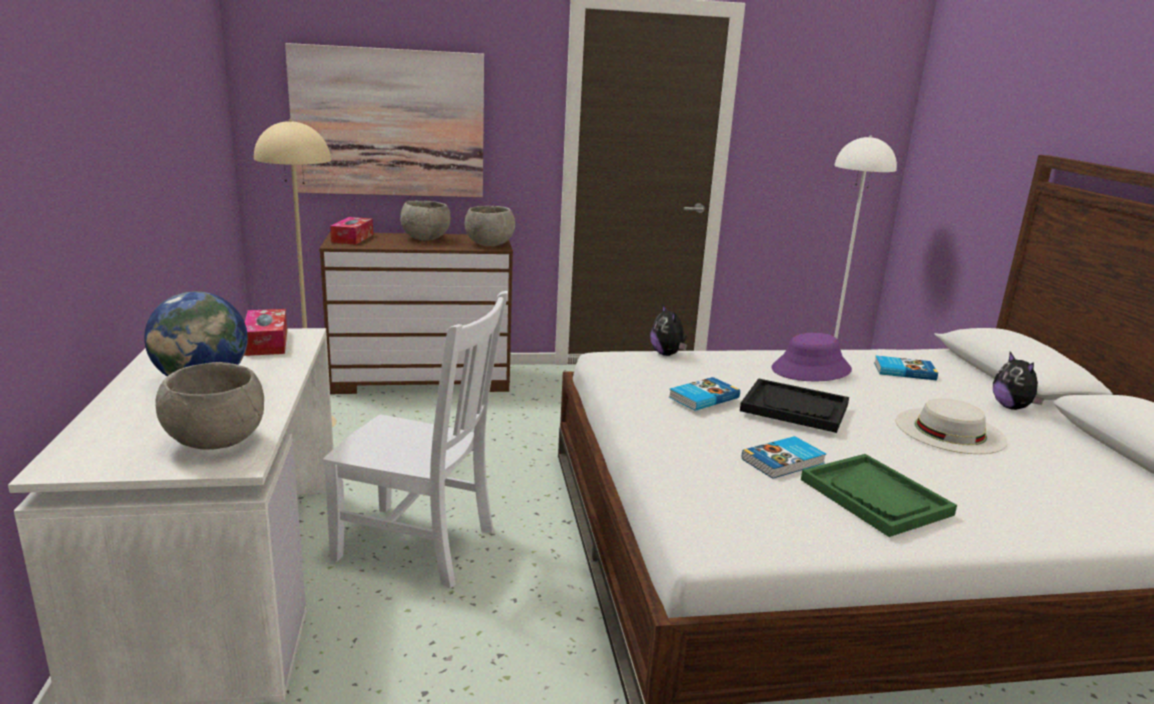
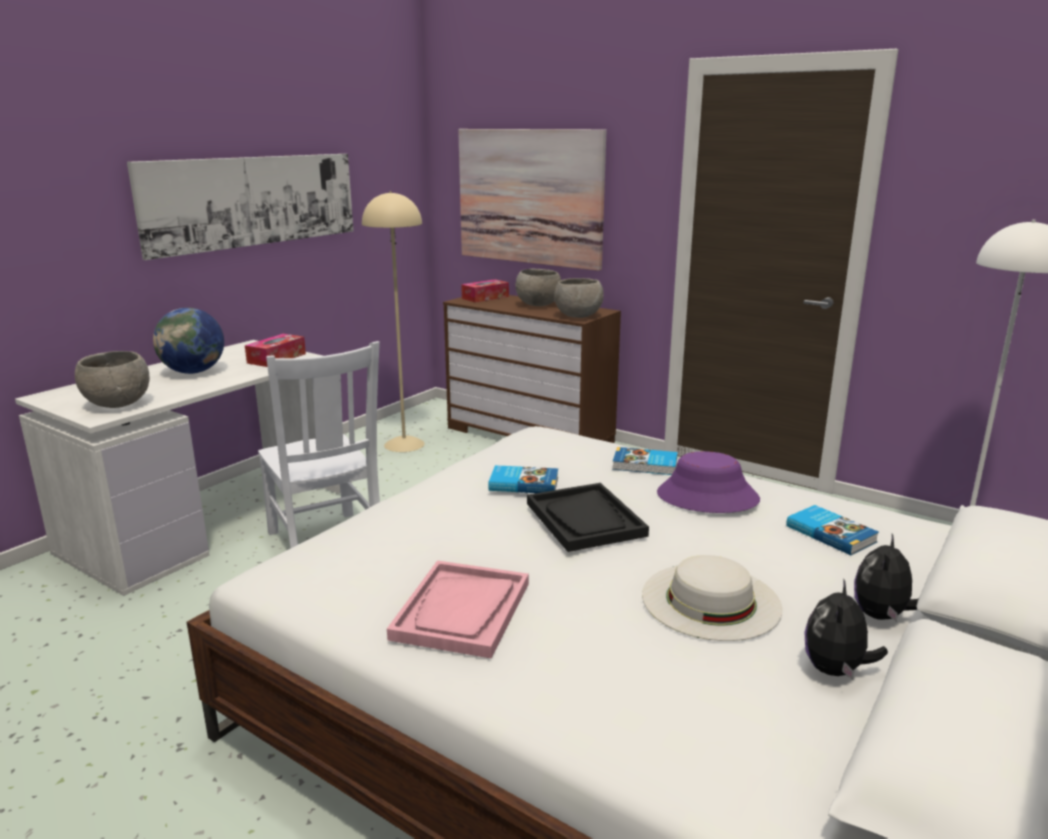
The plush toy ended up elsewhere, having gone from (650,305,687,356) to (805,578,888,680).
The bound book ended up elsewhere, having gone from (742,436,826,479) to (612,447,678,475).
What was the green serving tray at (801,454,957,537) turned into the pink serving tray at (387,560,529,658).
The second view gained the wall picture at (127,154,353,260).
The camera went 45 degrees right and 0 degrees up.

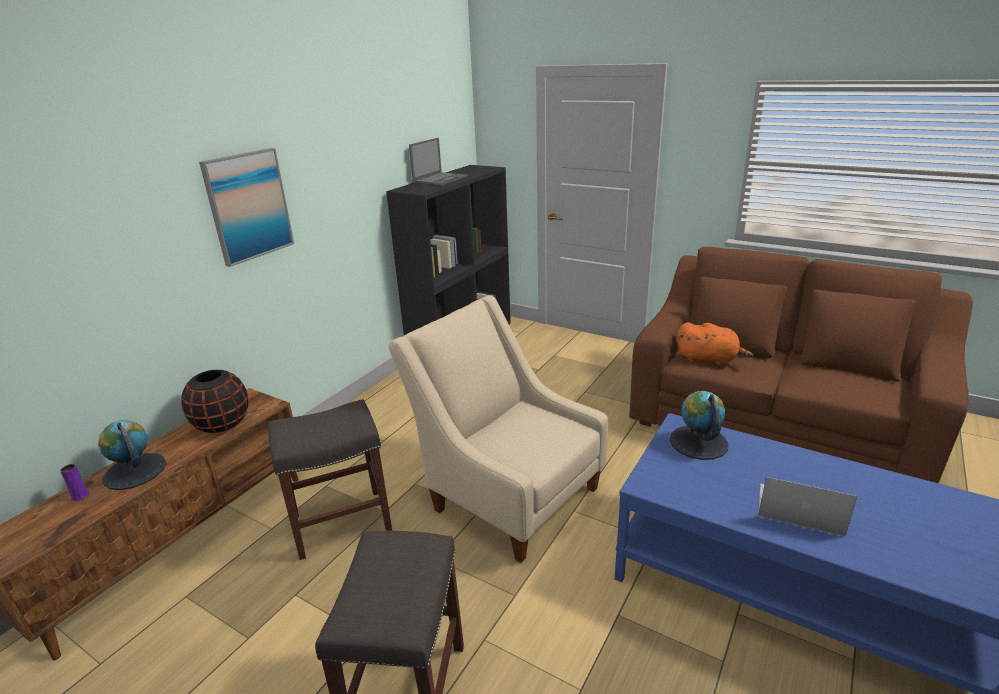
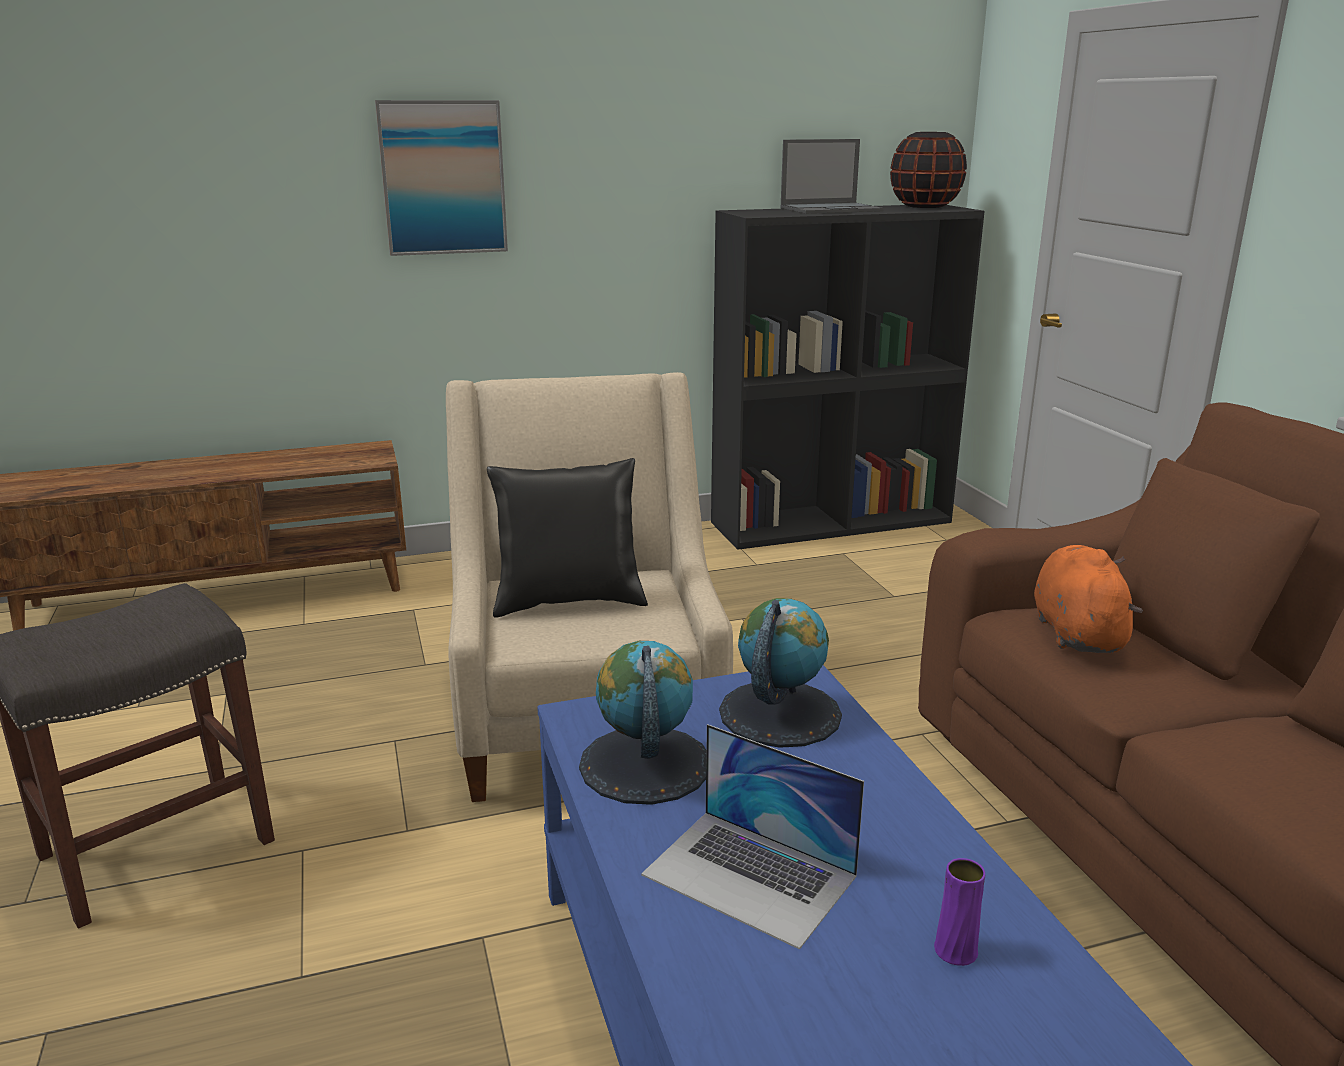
The purple-coloured vase ended up elsewhere, having gone from (60,464,89,501) to (934,858,985,966).
The globe ended up elsewhere, having gone from (98,420,166,490) to (579,641,707,805).
The black vase ended up elsewhere, having gone from (181,370,248,433) to (890,132,967,208).
The second view lost the greyish sitting stool at (268,399,392,560).
The orange plush toy at (677,322,753,366) ended up facing another way, 150 degrees counterclockwise from before.
The notebook computer at (758,477,857,536) ended up facing another way, 150 degrees clockwise from before.
The second view gained the black pillow at (487,458,648,617).
The camera went 40 degrees right and 5 degrees down.

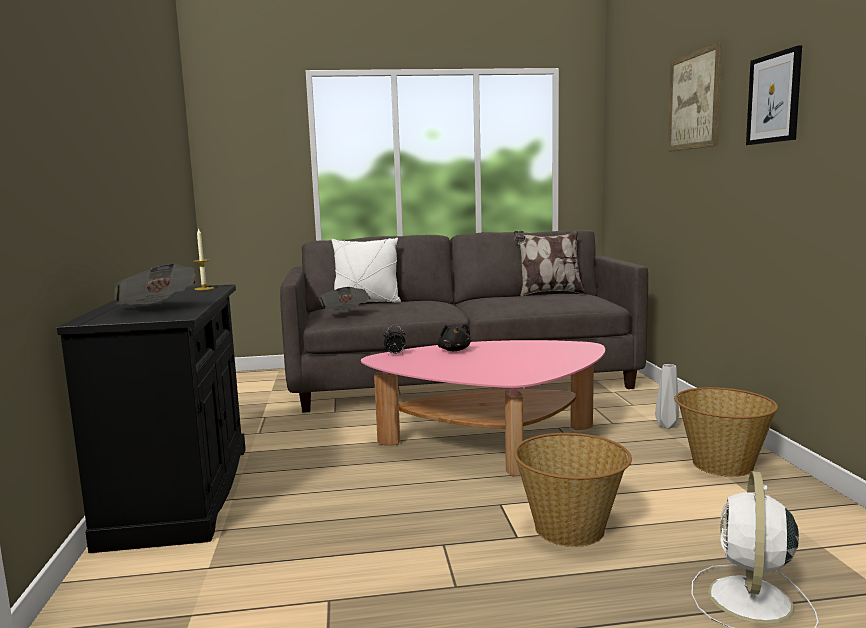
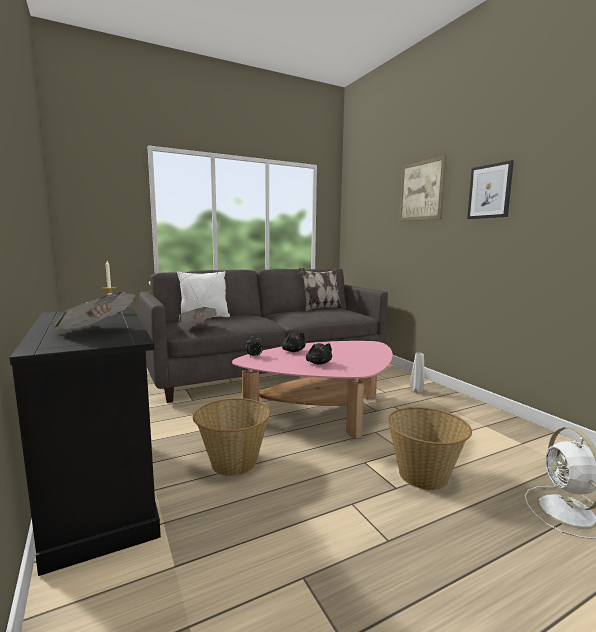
The storage basket ended up elsewhere, having gone from (674,387,778,477) to (193,398,271,476).
The second view gained the black plush toy at (306,343,332,365).
The camera went 20 degrees left and 0 degrees up.

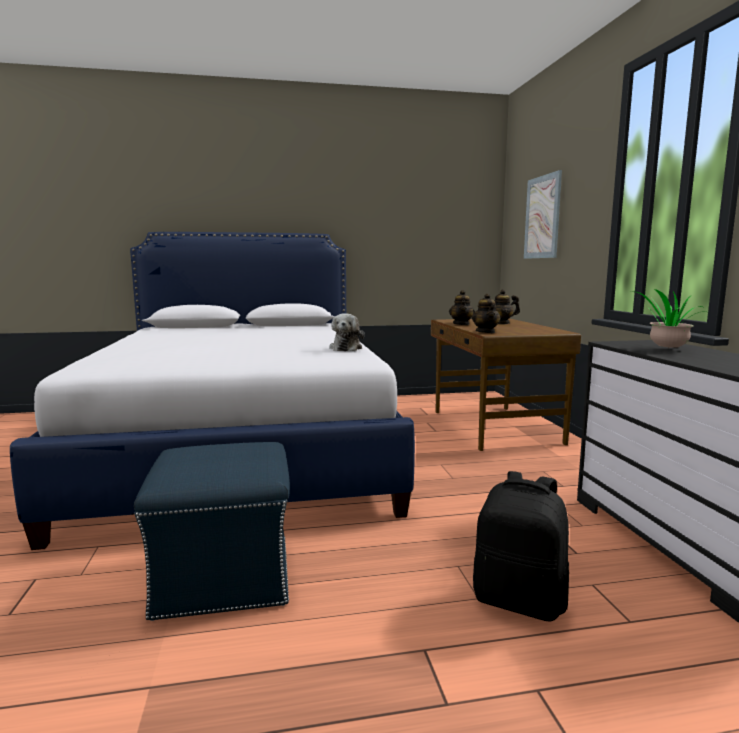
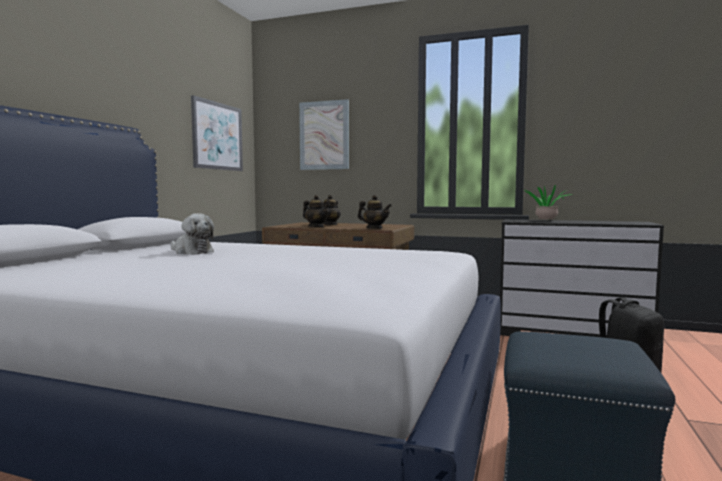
The plush toy ended up elsewhere, having gone from (329,313,365,351) to (170,213,214,255).
The second view gained the wall picture at (191,95,243,171).
The camera went 60 degrees left and 5 degrees down.

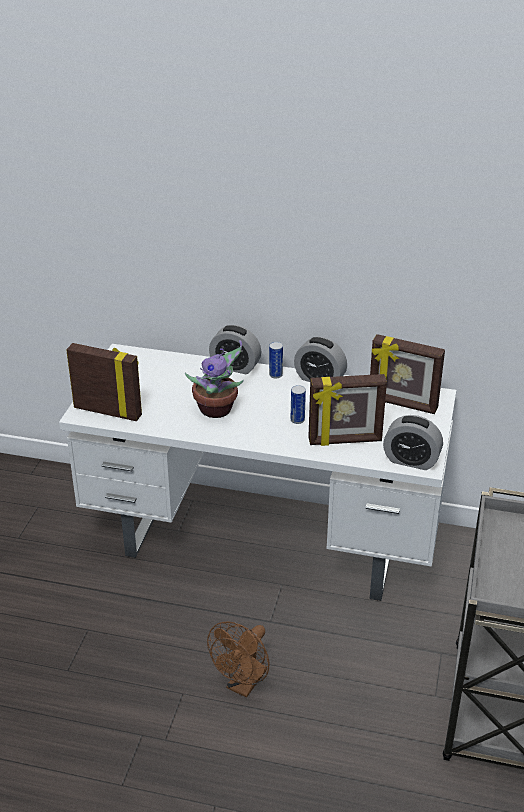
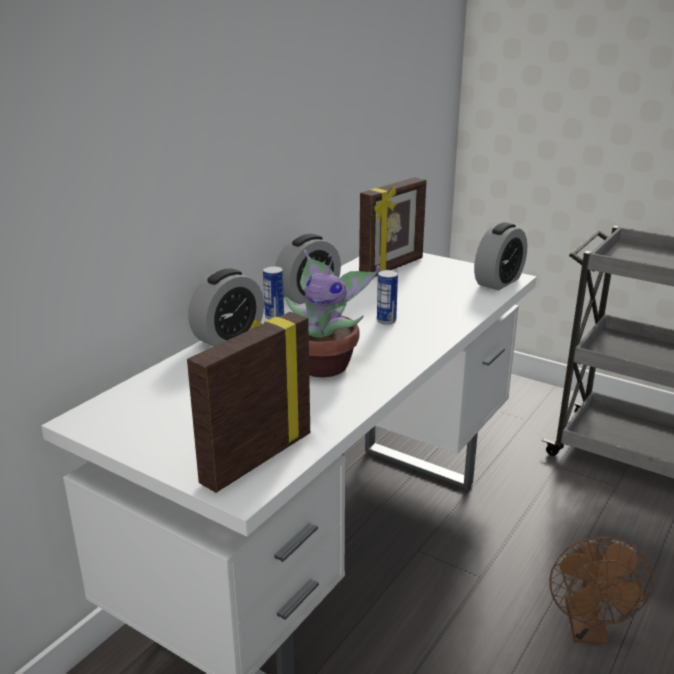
The brown-coloured electric fan at (207,621,269,698) ended up facing another way, 45 degrees clockwise from before.
The second view lost the standing frame at (308,374,387,446).
The camera went 70 degrees left and 10 degrees down.

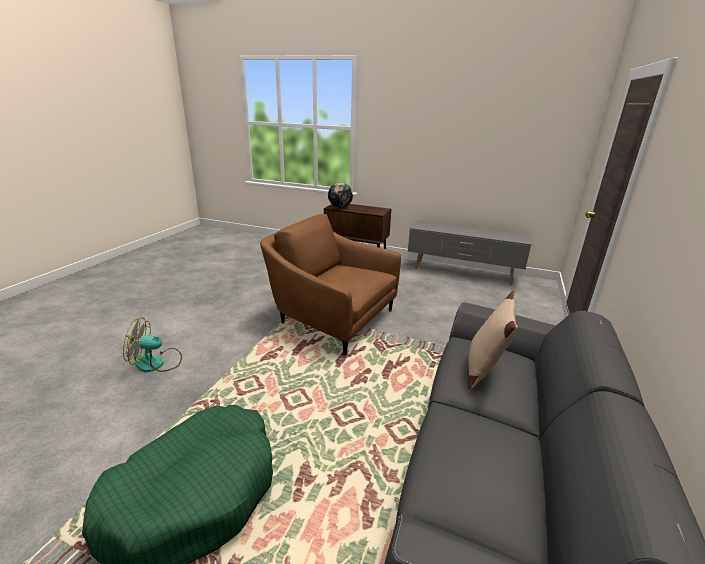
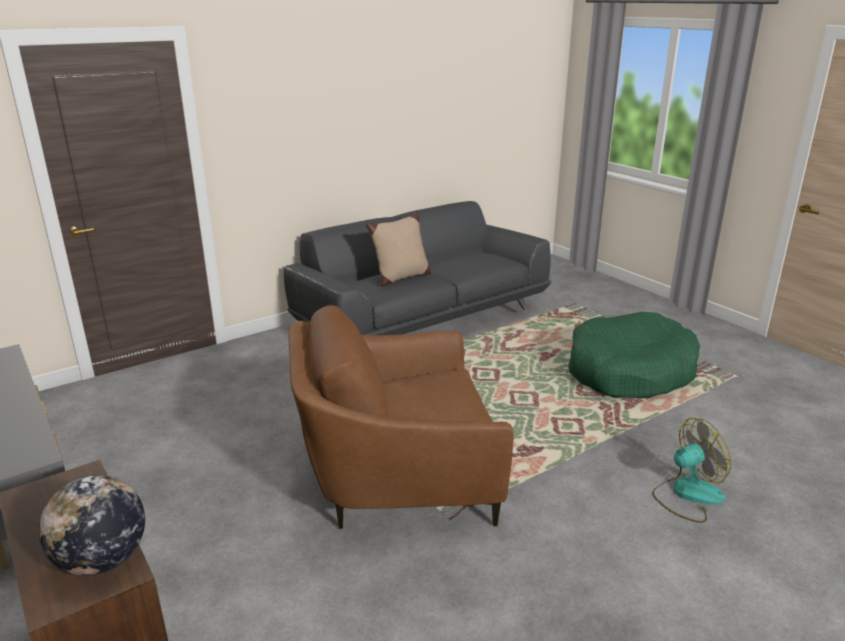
The electric fan at (123,317,182,373) ended up facing another way, 45 degrees counterclockwise from before.
The brown-coloured lounge chair at (260,214,401,356) ended up facing another way, 105 degrees clockwise from before.
The camera went 145 degrees left and 0 degrees up.

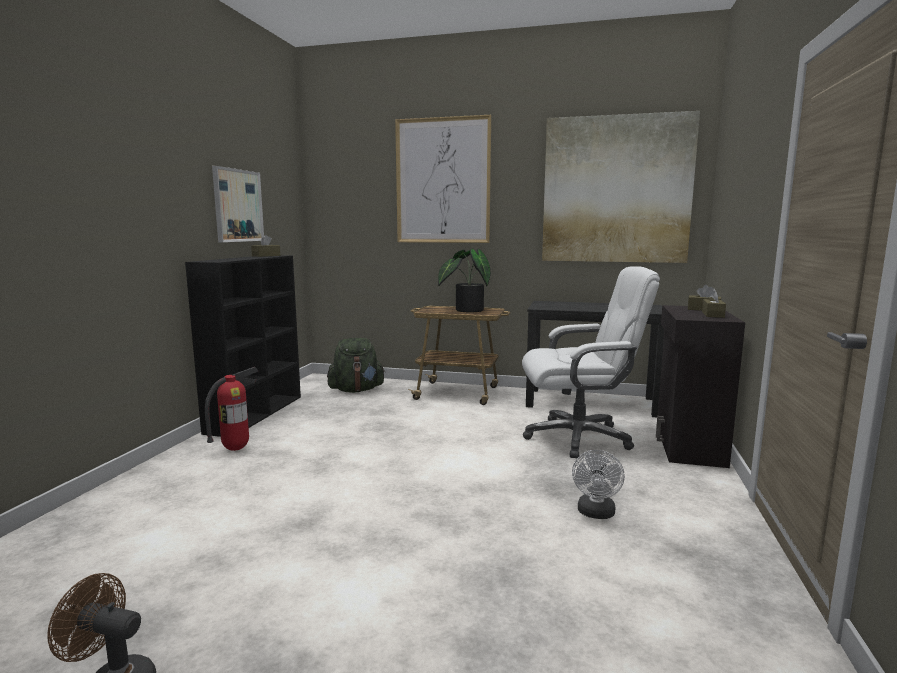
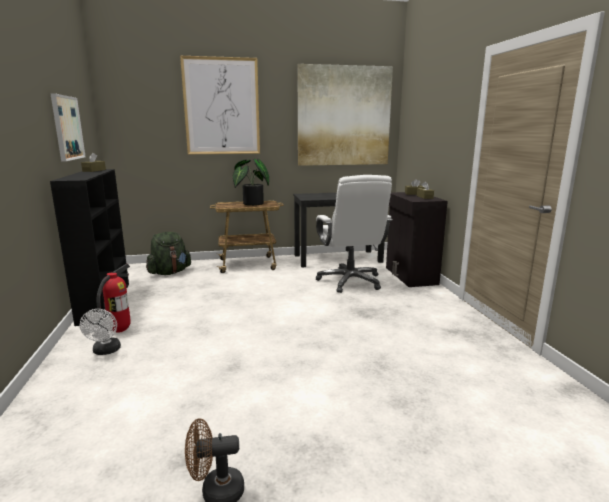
The white desk chair at (522,267,660,458) ended up facing another way, 105 degrees clockwise from before.
The white electric fan ended up elsewhere, having gone from (572,450,625,519) to (80,309,121,355).
The camera went 25 degrees left and 5 degrees up.

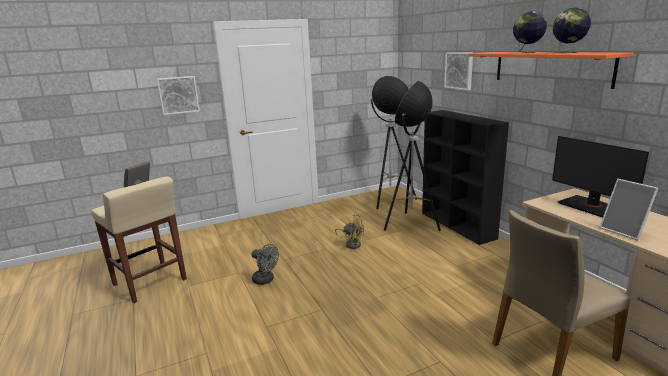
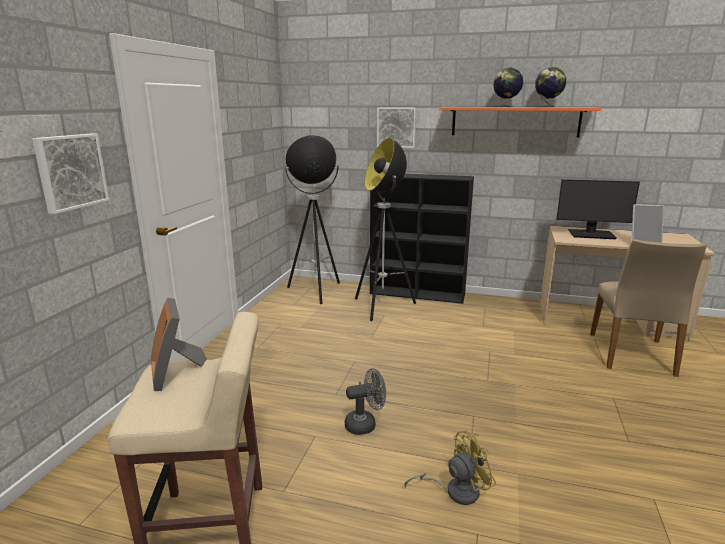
The yellowish electric fan ended up elsewhere, having gone from (335,214,364,249) to (404,431,496,505).
The camera went 50 degrees left and 0 degrees up.

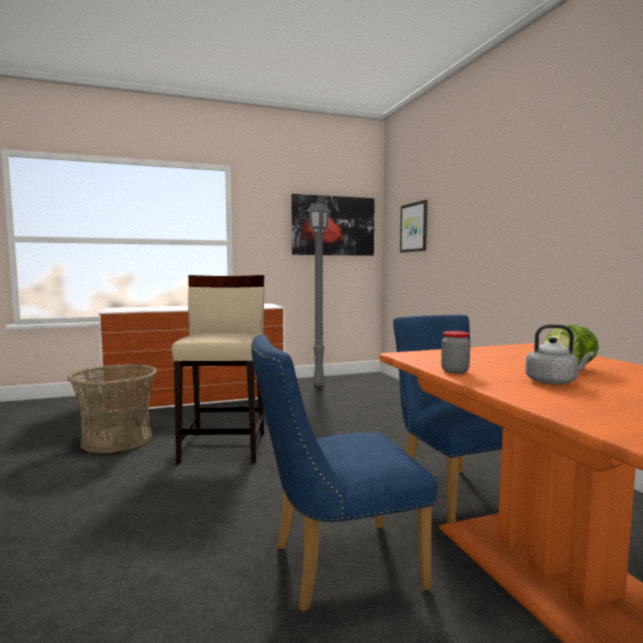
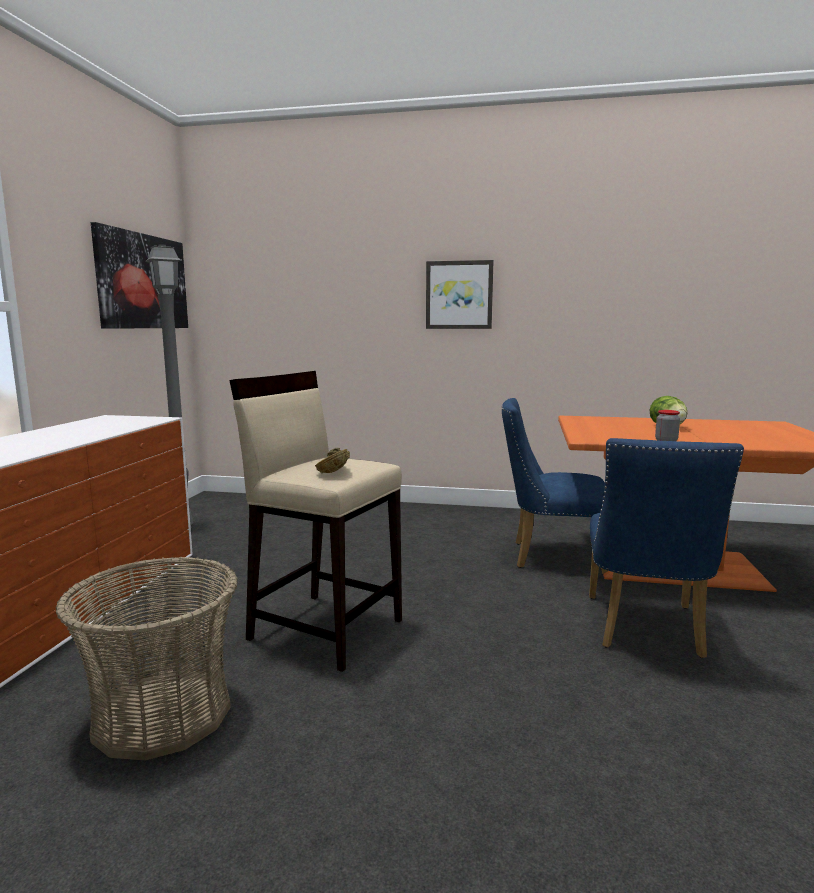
The wall picture ended up elsewhere, having gone from (400,200,428,253) to (426,260,494,329).
The second view lost the greyish tea kettle at (525,324,594,385).
The second view gained the brown-coloured bowl at (315,448,350,473).
The camera went 60 degrees left and 5 degrees up.

